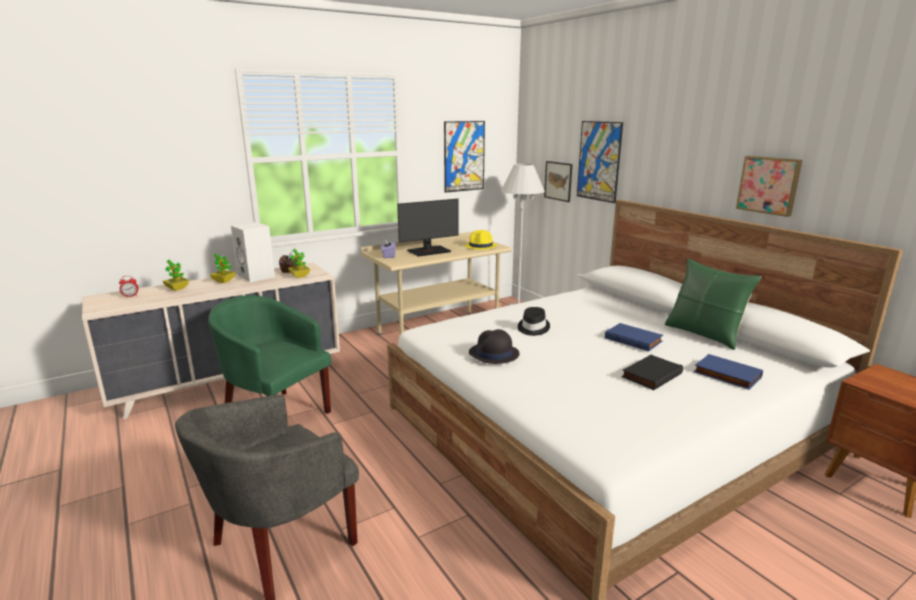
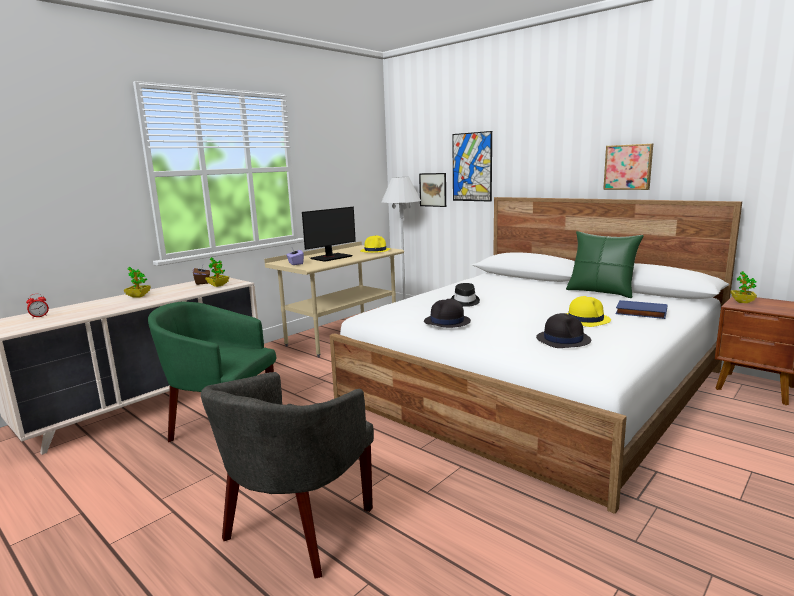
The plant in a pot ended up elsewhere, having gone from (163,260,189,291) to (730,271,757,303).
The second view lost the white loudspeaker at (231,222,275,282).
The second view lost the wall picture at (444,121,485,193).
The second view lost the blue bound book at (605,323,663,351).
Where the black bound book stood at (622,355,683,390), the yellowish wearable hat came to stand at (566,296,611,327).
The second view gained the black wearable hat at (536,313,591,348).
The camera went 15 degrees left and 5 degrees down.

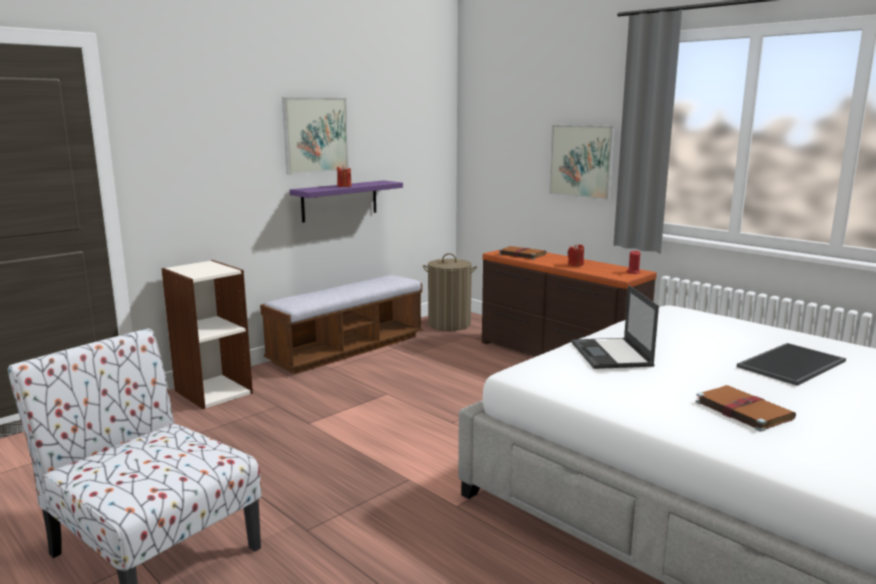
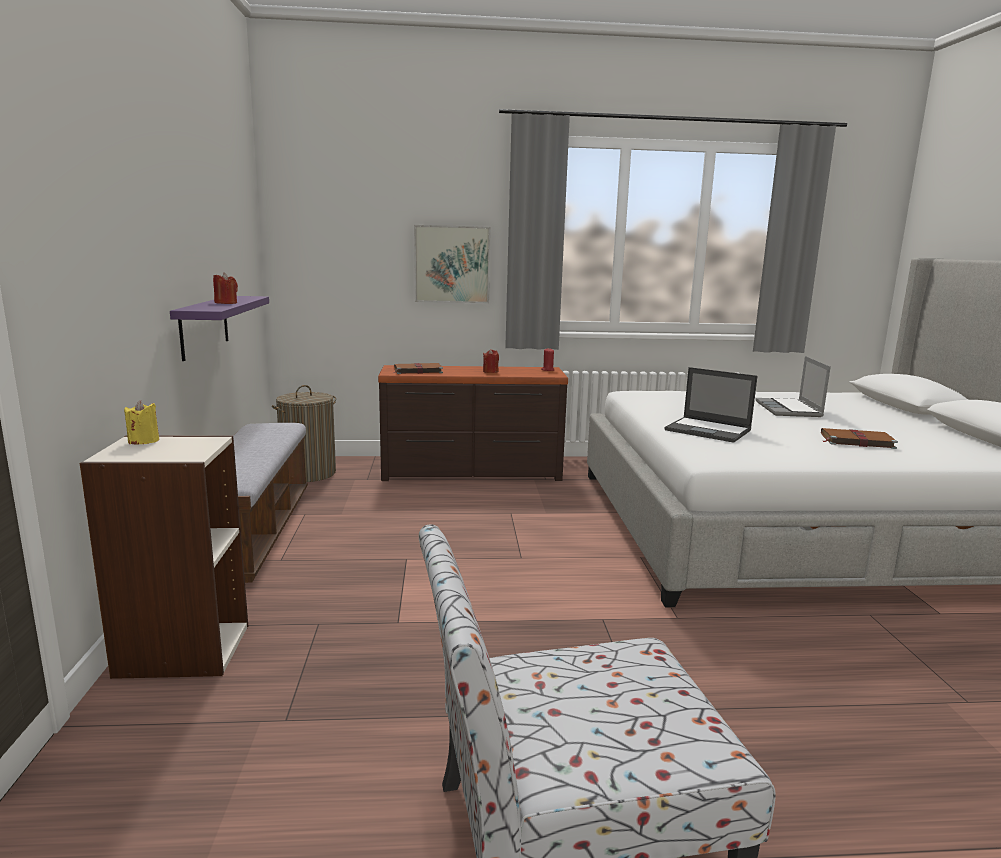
The second view lost the wall picture at (282,97,349,175).
Where the serving tray stood at (737,343,846,386), the notebook computer came to stand at (755,356,831,417).
The second view gained the yellowish candle at (124,400,159,444).
The camera went 50 degrees left and 0 degrees up.

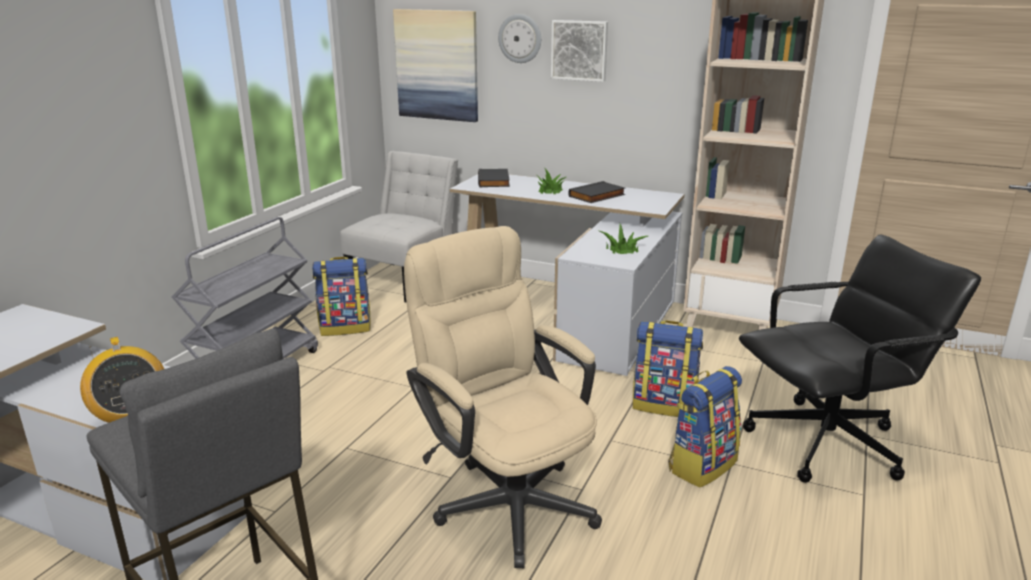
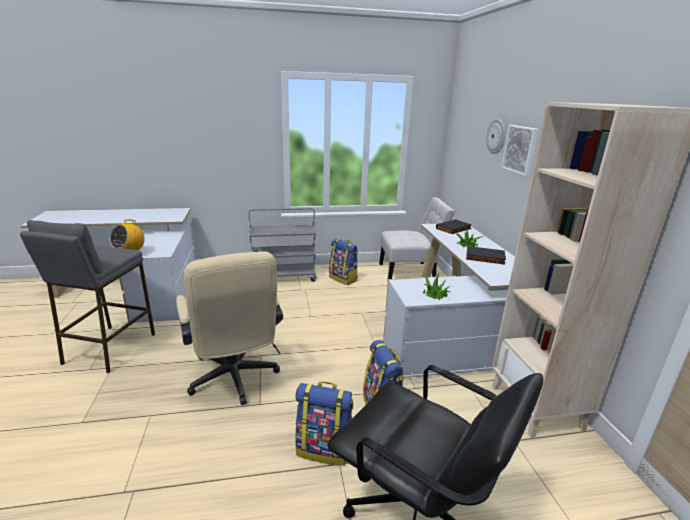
The second view lost the wall picture at (393,9,478,122).
The sand-coloured desk chair at (404,226,602,568) ended up facing another way, 135 degrees clockwise from before.
The camera went 55 degrees right and 0 degrees up.

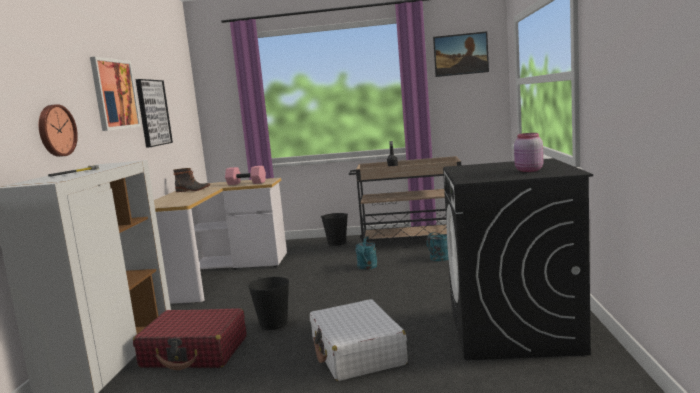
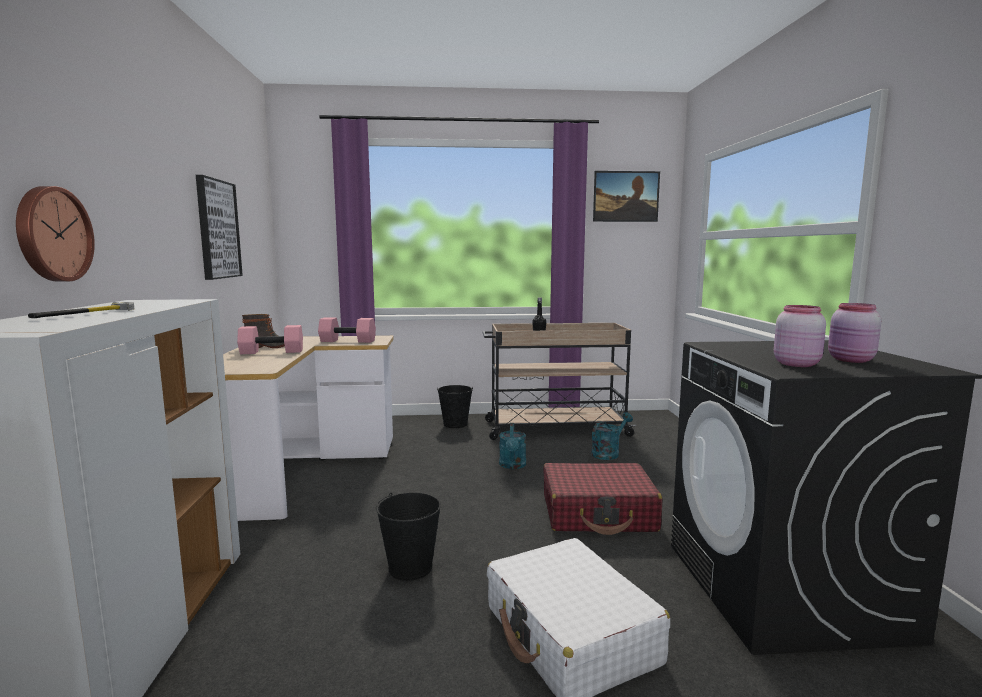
The second view lost the wall picture at (90,57,141,131).
The red piece of luggage ended up elsewhere, having gone from (133,308,247,370) to (543,463,662,535).
The second view gained the pink dumbbell at (237,325,303,354).
The second view gained the pink jar at (774,305,826,367).
The camera went 10 degrees left and 0 degrees up.

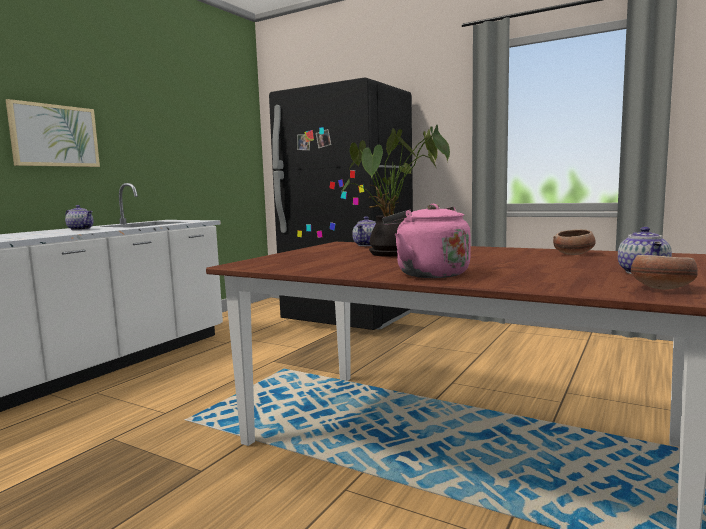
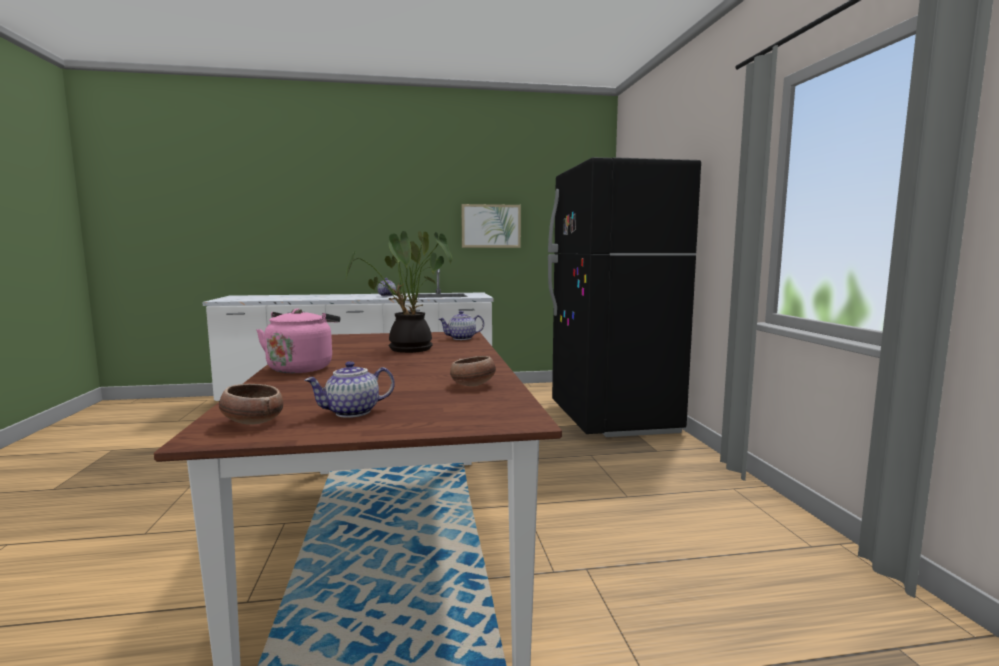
The wall picture ended up elsewhere, having gone from (6,99,100,167) to (461,204,521,248).
The camera went 50 degrees right and 0 degrees up.

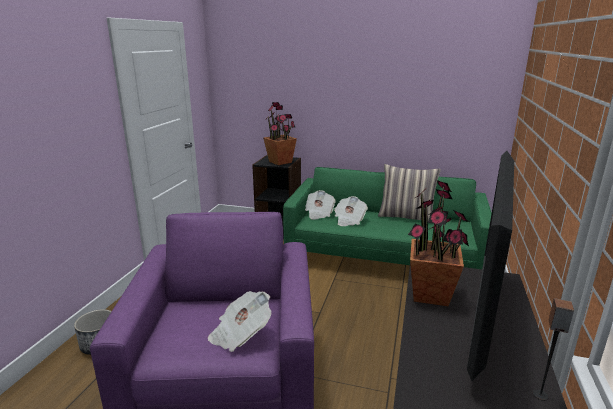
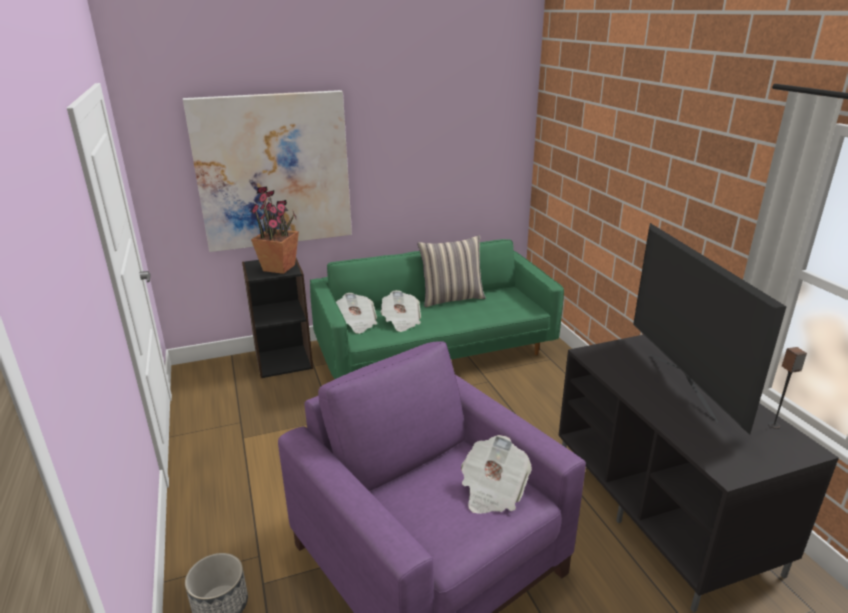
The second view lost the plant in a pot at (408,180,469,306).
The second view gained the wall picture at (183,90,352,252).
The camera went 35 degrees left and 5 degrees up.

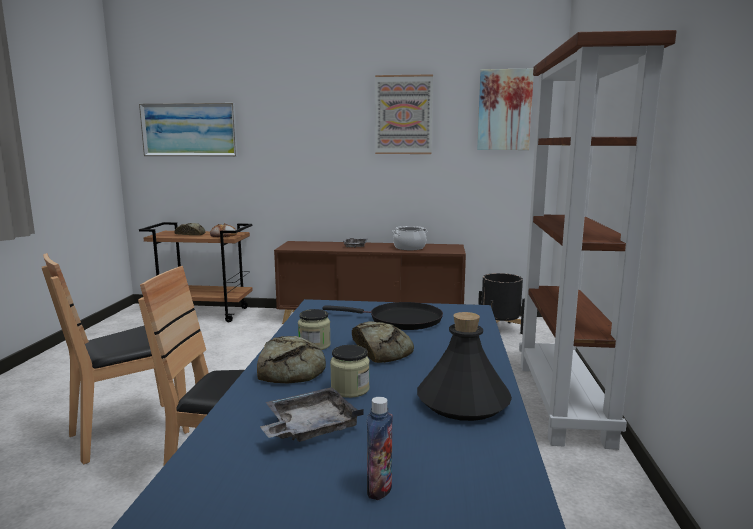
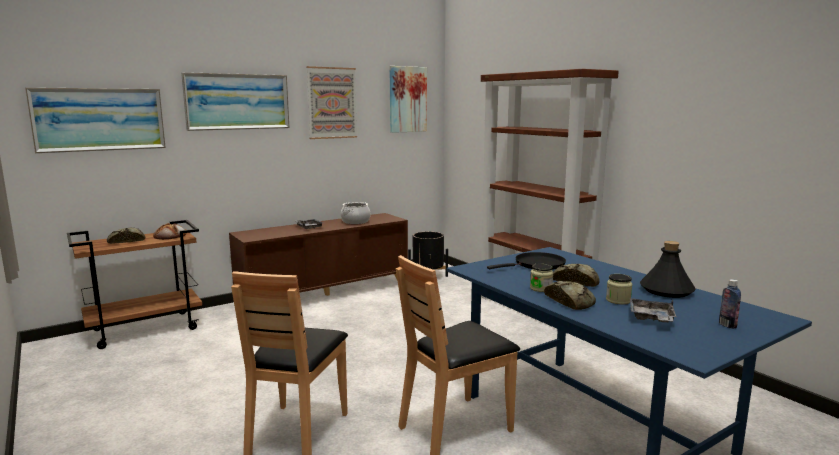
The second view gained the wall picture at (181,72,290,131).
The camera went 40 degrees left and 0 degrees up.

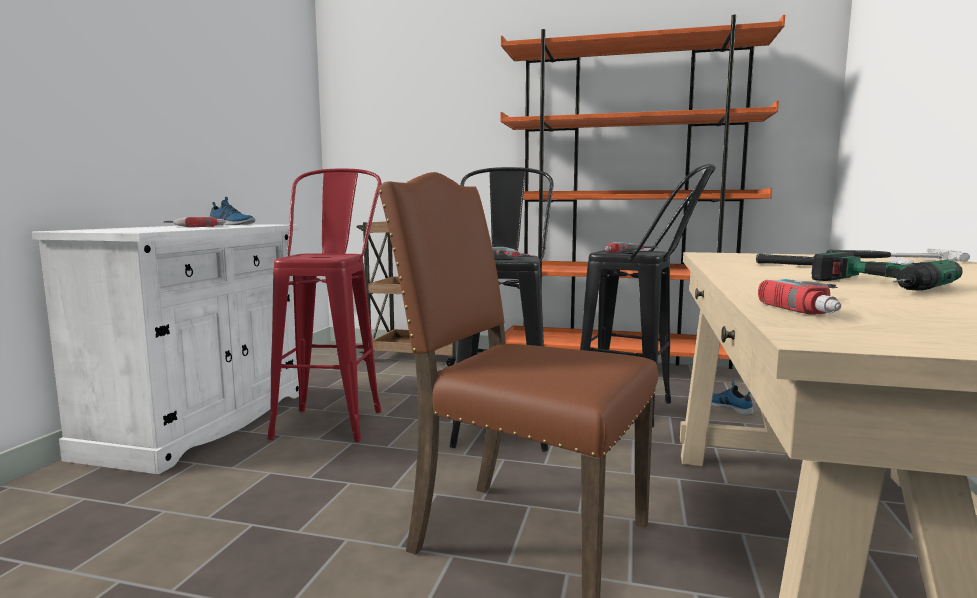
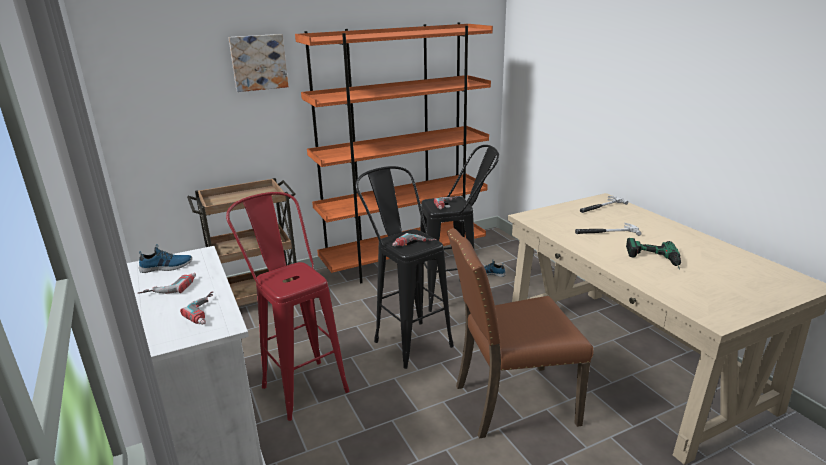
The power drill ended up elsewhere, having gone from (758,279,841,314) to (180,292,213,325).
The second view gained the wall picture at (228,34,289,92).
The camera went 40 degrees left and 15 degrees up.

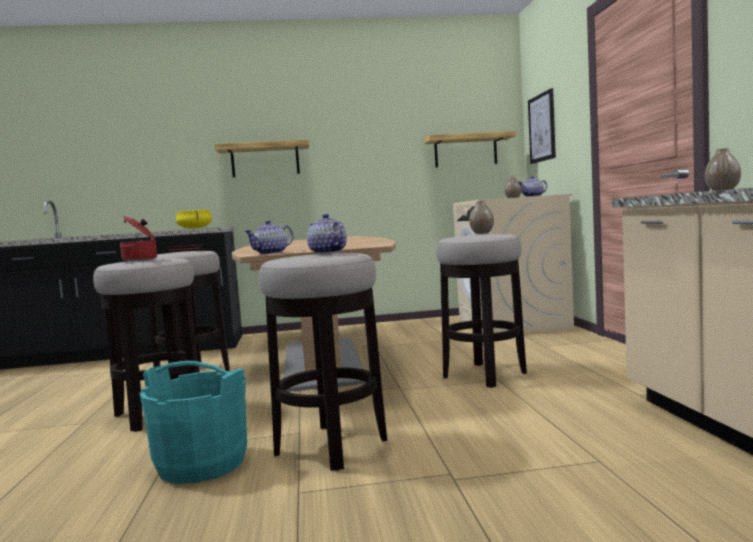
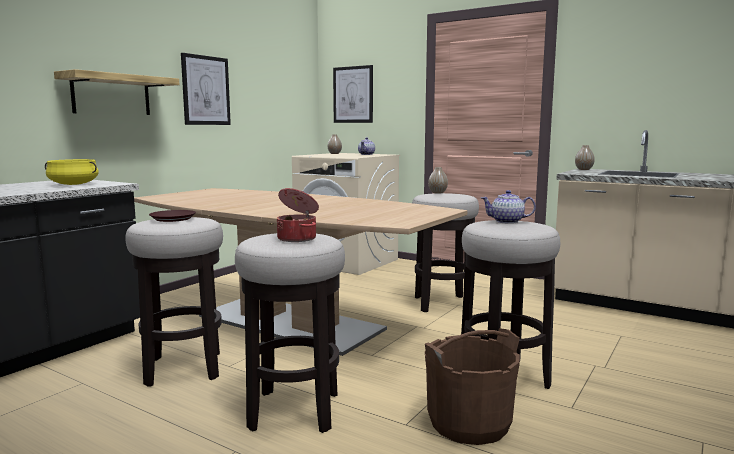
What was the blue-green bucket at (139,361,247,484) turned into the brown-coloured bucket at (425,328,520,445).
The second view lost the teapot at (244,220,293,254).
The second view lost the shelf at (423,131,516,167).
The second view gained the wall picture at (181,53,231,125).
The camera went 50 degrees left and 5 degrees up.

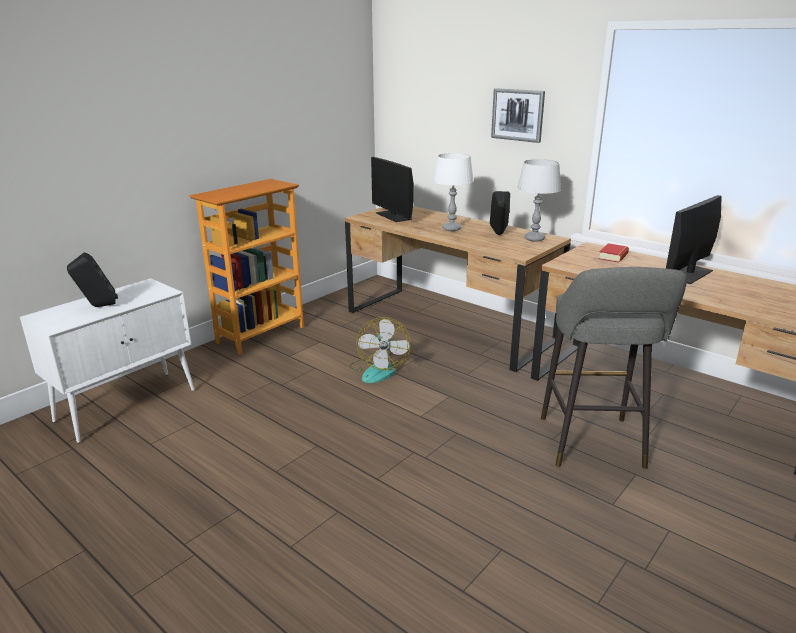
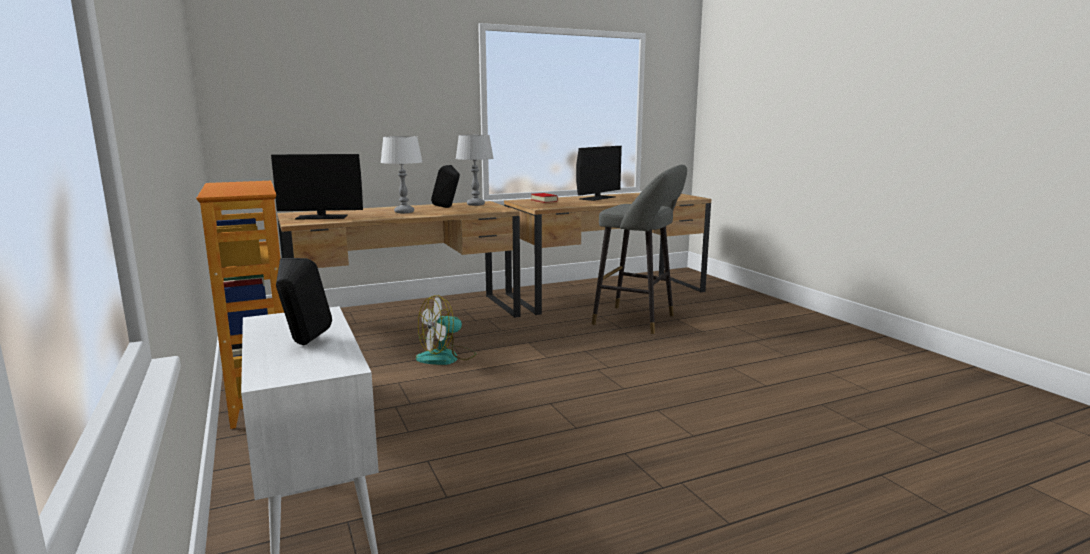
The electric fan at (349,317,411,383) ended up facing another way, 120 degrees clockwise from before.
The second view lost the wall picture at (491,88,545,143).
The computer screen at (666,195,721,284) ended up facing another way, 120 degrees counterclockwise from before.
The camera went 65 degrees left and 10 degrees down.

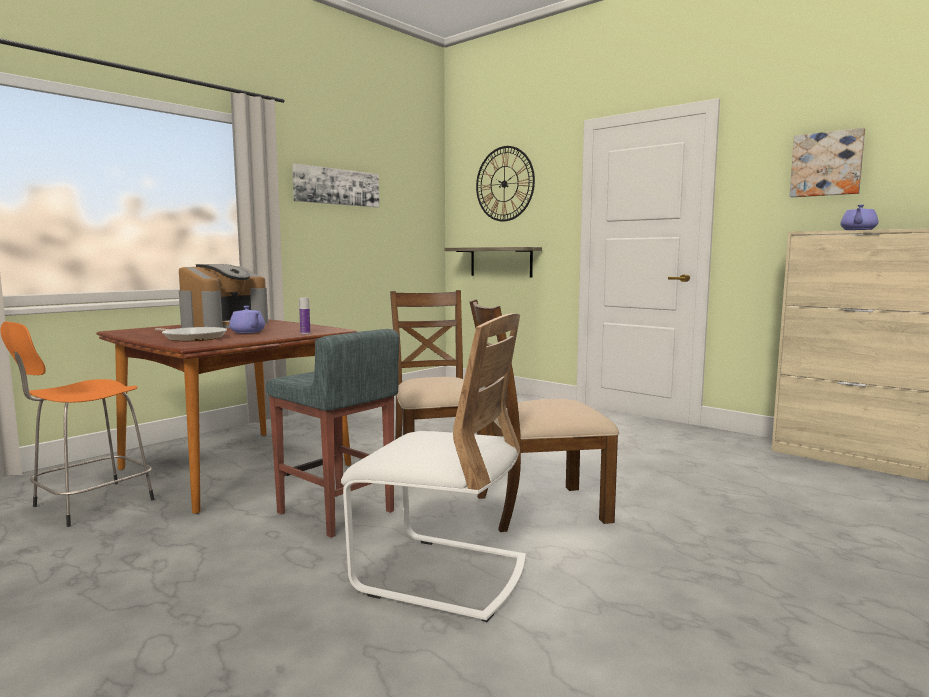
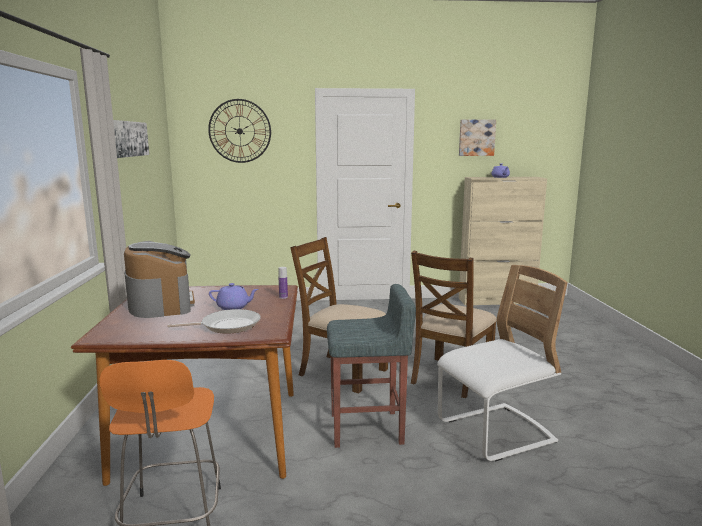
The second view lost the shelf at (444,247,542,277).
The camera went 45 degrees left and 5 degrees up.

